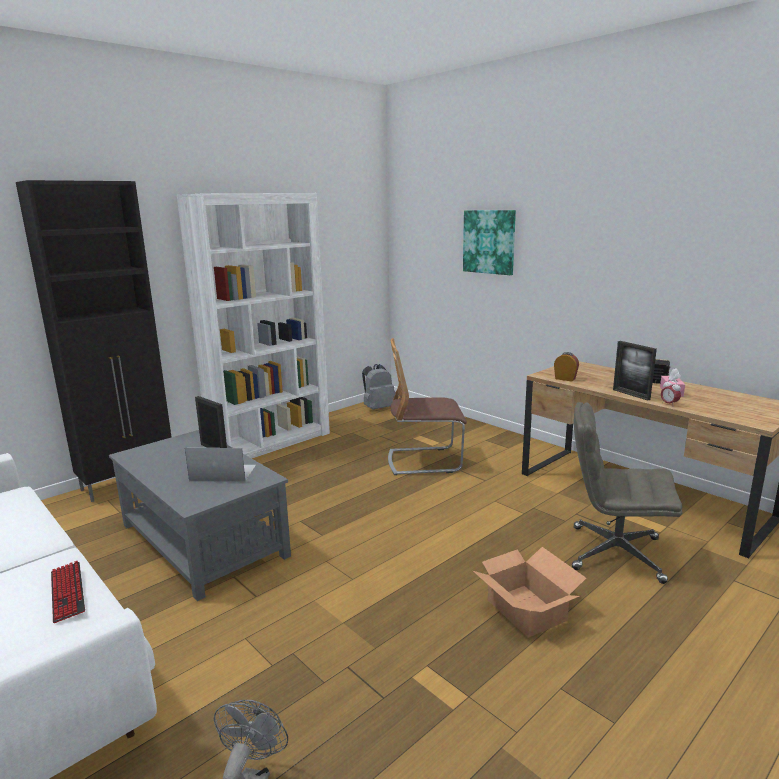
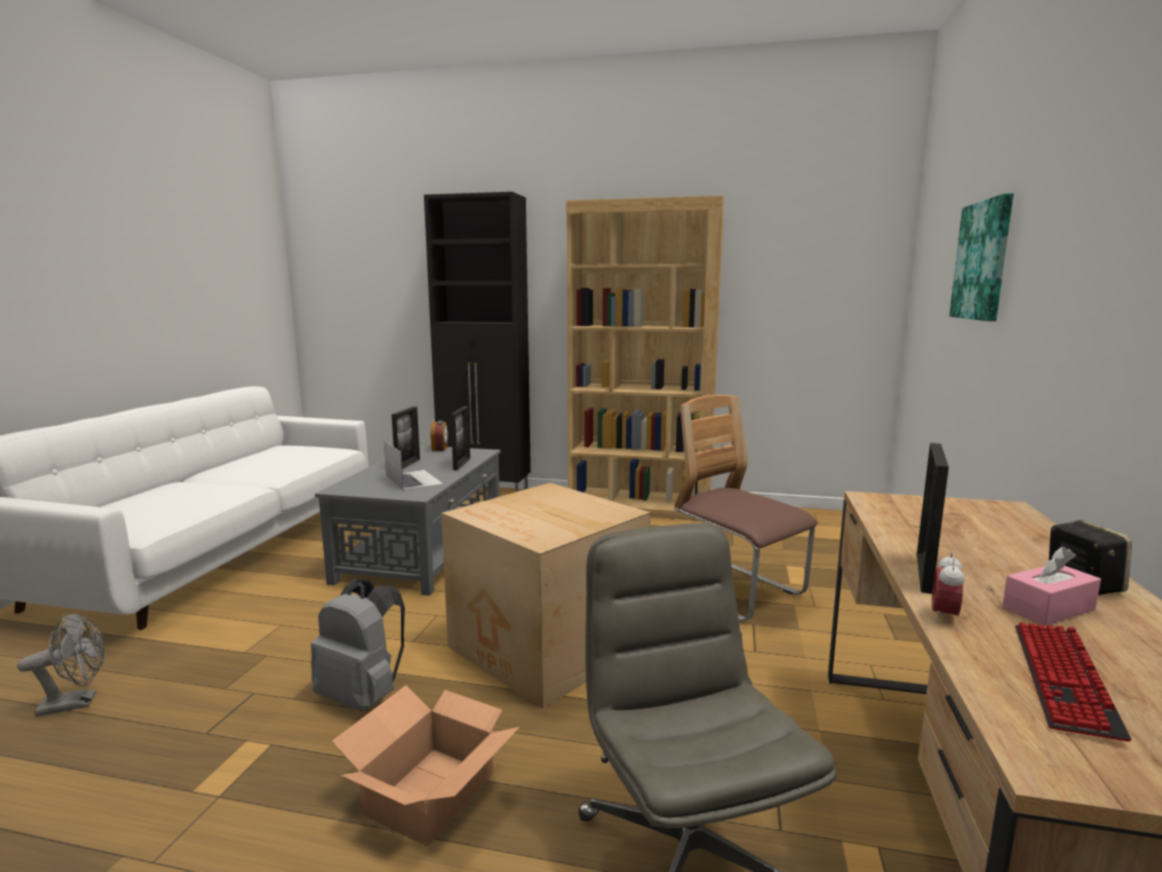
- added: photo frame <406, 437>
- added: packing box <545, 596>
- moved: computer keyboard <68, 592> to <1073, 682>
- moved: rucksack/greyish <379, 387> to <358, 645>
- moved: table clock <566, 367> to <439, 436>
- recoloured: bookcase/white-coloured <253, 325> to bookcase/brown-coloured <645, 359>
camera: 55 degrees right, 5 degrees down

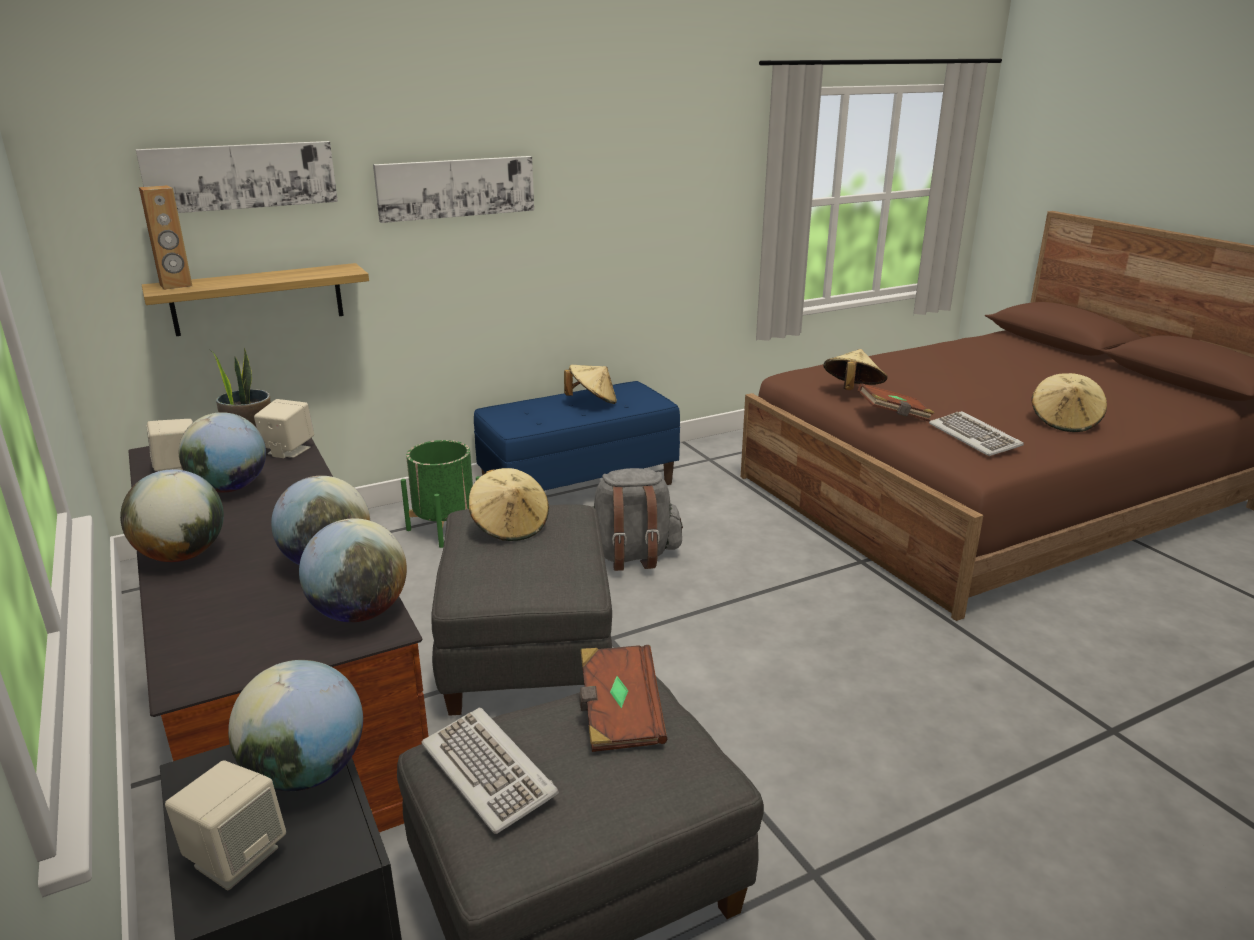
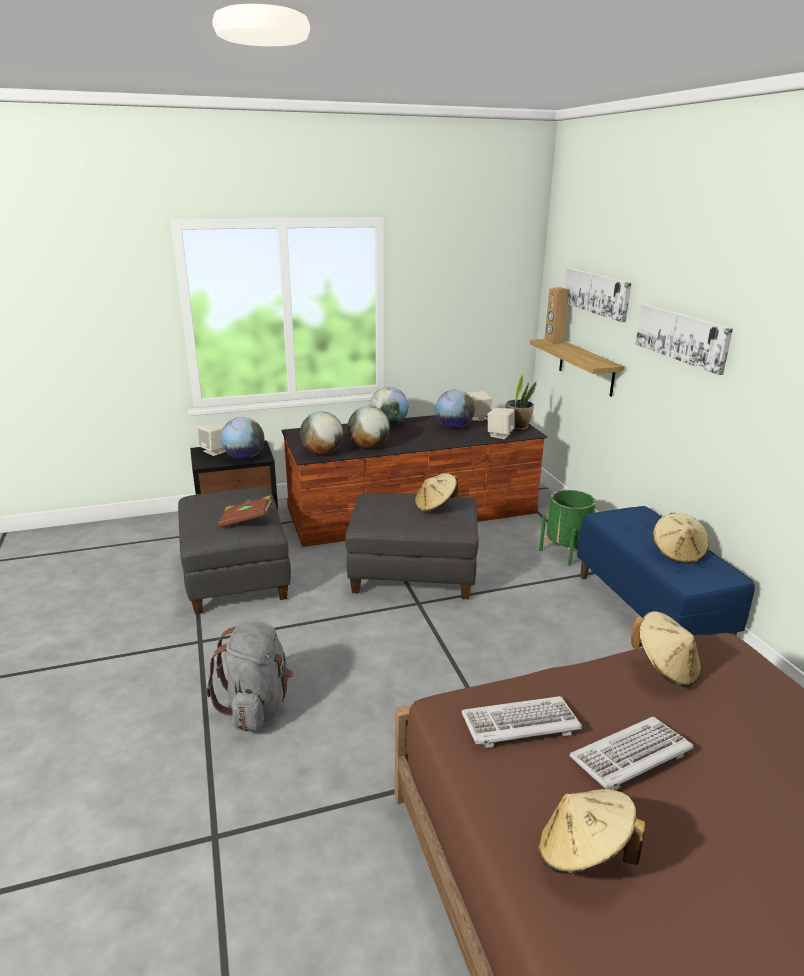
- removed: book/brown-coloured <896, 402>
- moved: computer keyboard <490, 771> to <631, 753>
- moved: rucksack/greyish <637, 519> to <249, 676>
camera: 100 degrees right, 0 degrees up

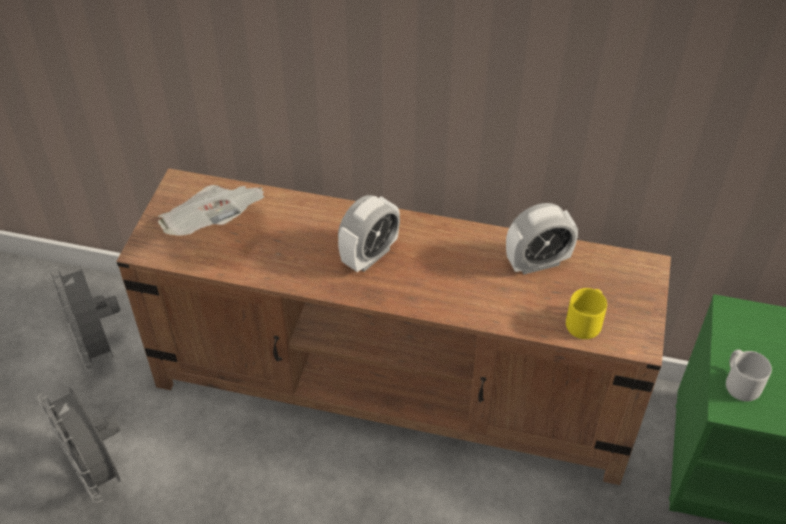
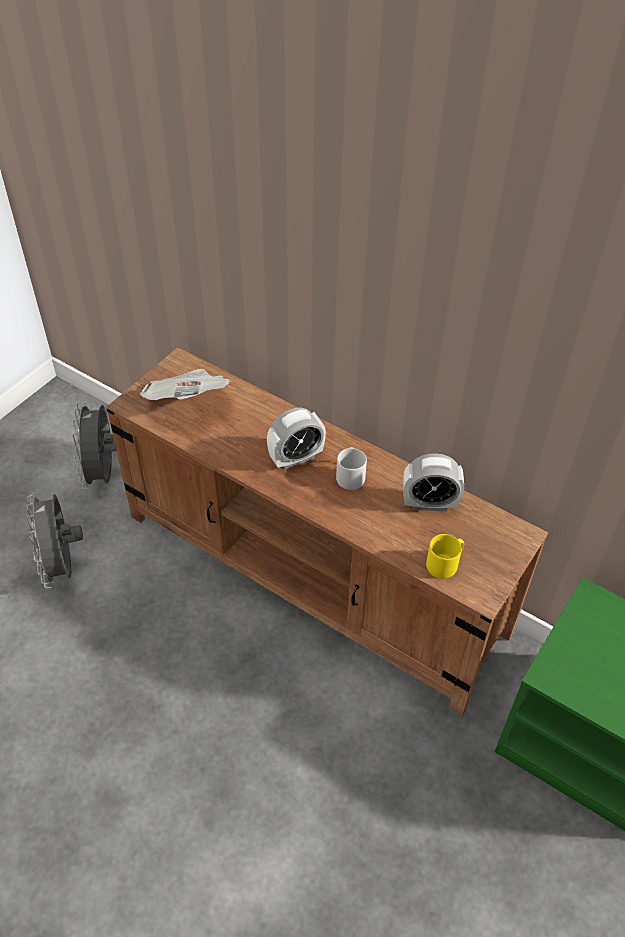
- moved: mug/greyish <749, 376> to <351, 468>
camera: 20 degrees right, 0 degrees up

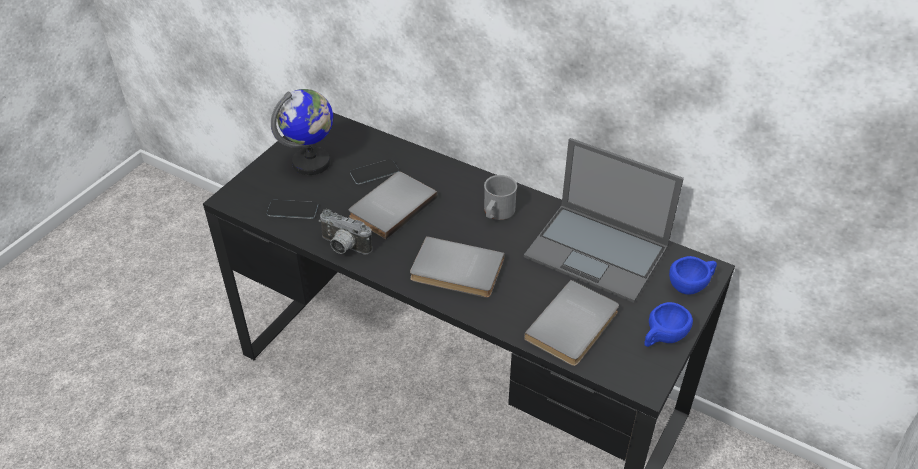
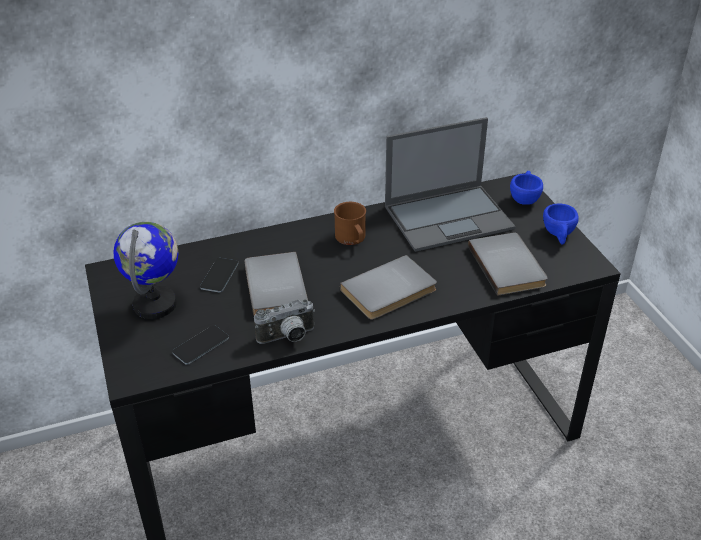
- recoloured: mug/greyish <500, 197> to mug/brown-coloured <350, 223>
camera: 50 degrees left, 5 degrees down

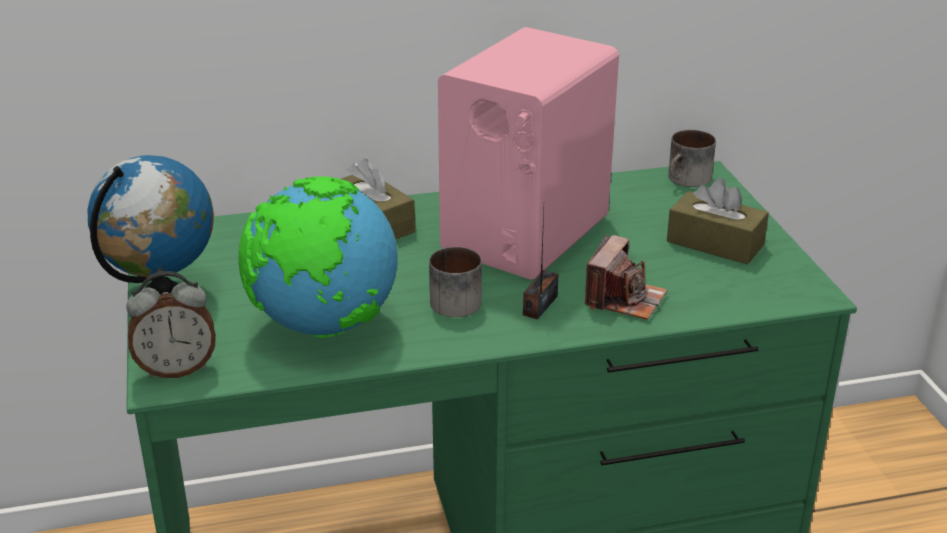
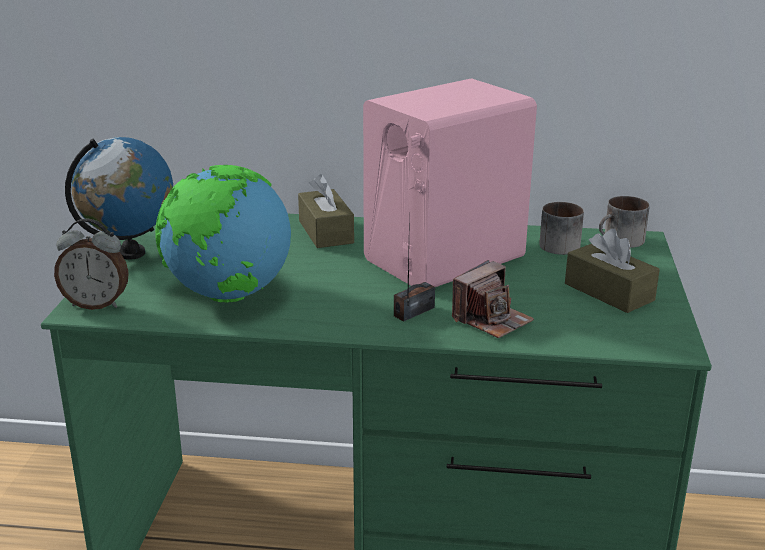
- moved: mug <455, 282> to <561, 228>
camera: 20 degrees right, 5 degrees down

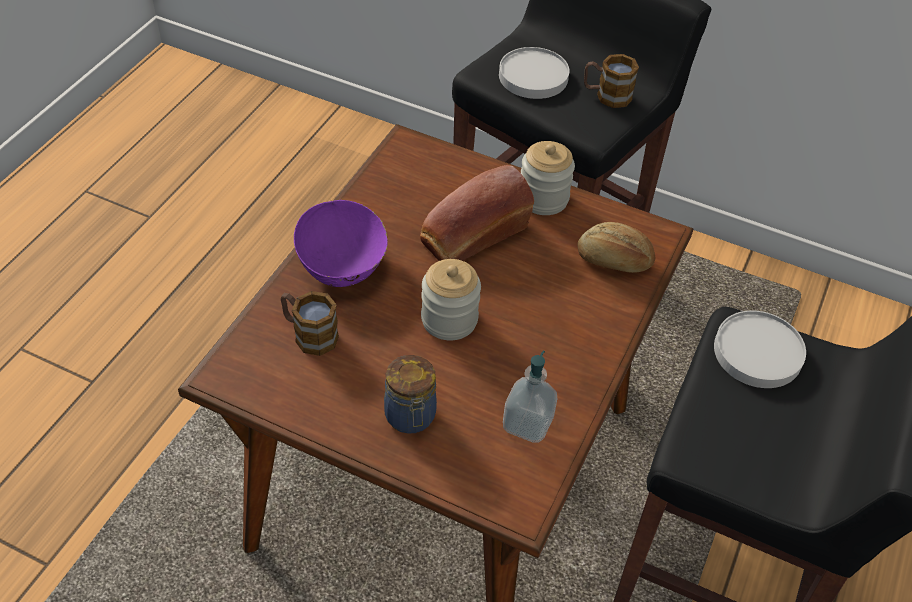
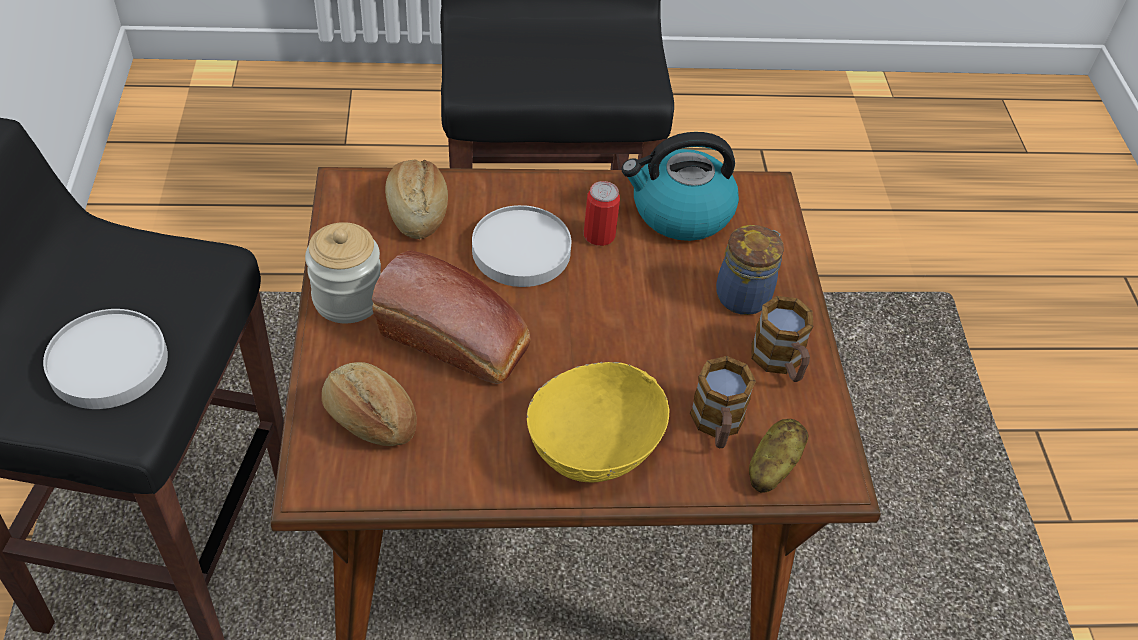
- removed: preserve jar <451, 299>
- added: bread <368, 404>
- added: sealed can <602, 213>
- added: potato <779, 456>
- moved: mug <611, 81> to <782, 339>
- moved: flat dish/white-coloured <760, 349> to <521, 246>
- replaced: liquid soap bottle <530, 396> to water kettle <680, 186>
- recoloured: bowl/purple-coloured <341, 243> to bowl/yellowish <598, 422>
camera: 120 degrees left, 0 degrees up

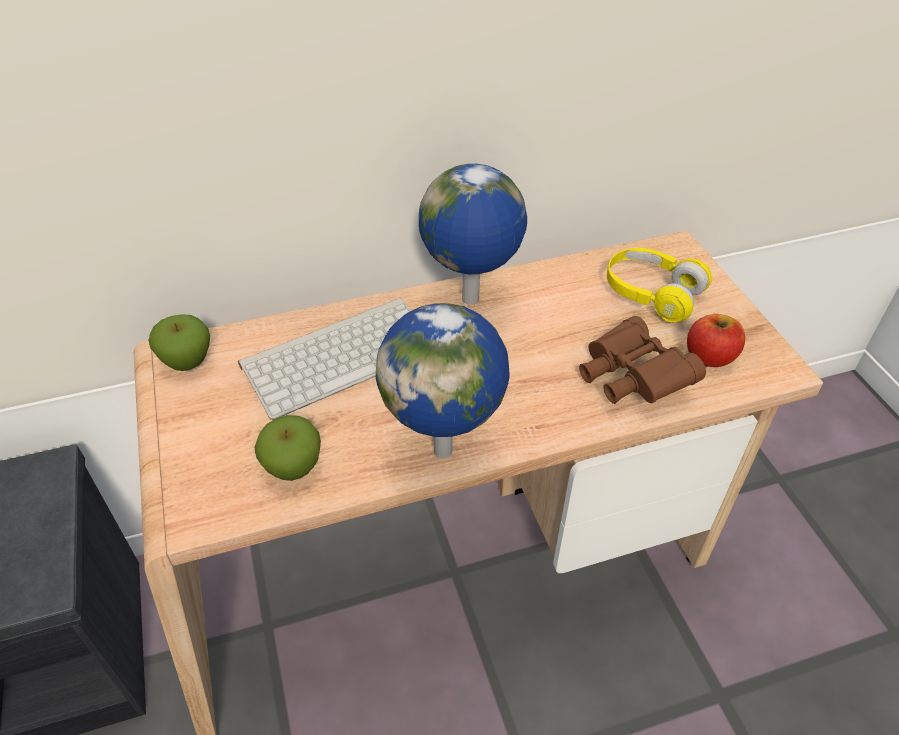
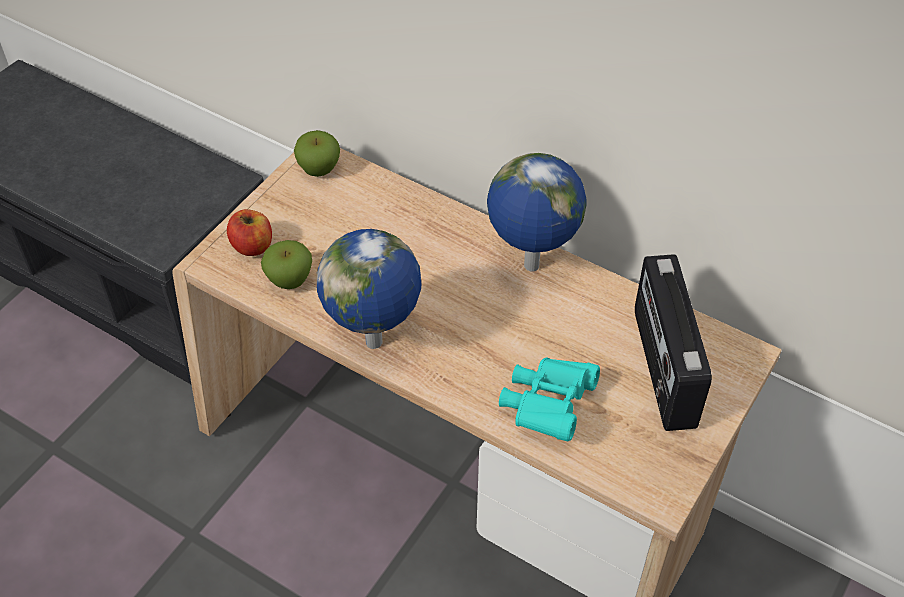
- removed: computer keyboard <324, 359>
- moved: whole apple <716, 340> to <249, 232>
- replaced: pair of headphones/yellowish <660, 285> to radio set <673, 342>
- recoloured: field glasses/brown-coloured <642, 360> to field glasses/blue-green <549, 399>
camera: 50 degrees right, 5 degrees up

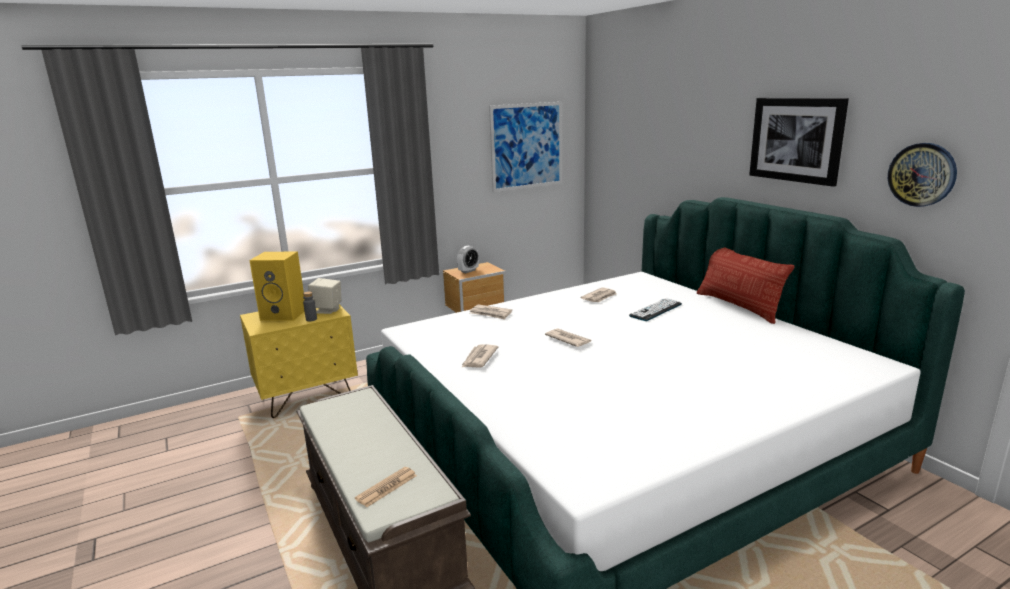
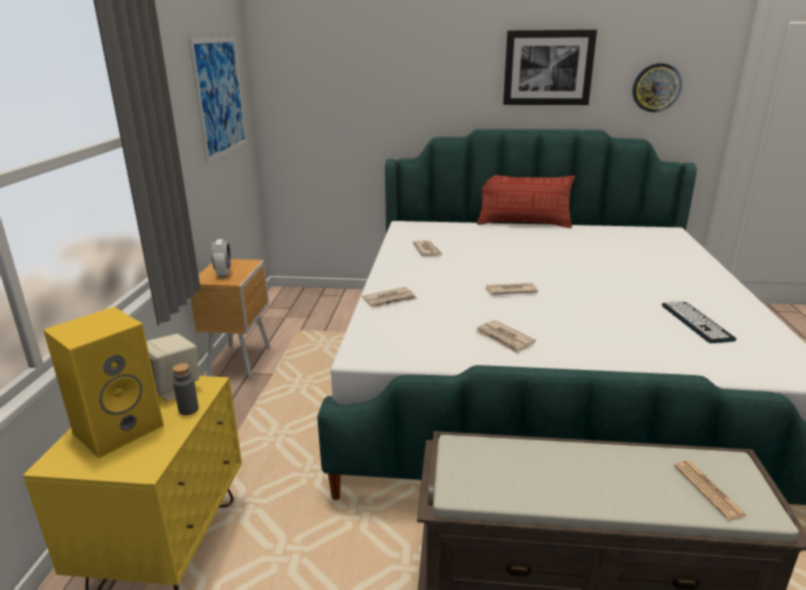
- moved: computer keyboard <655, 309> to <699, 322>
camera: 55 degrees left, 5 degrees up

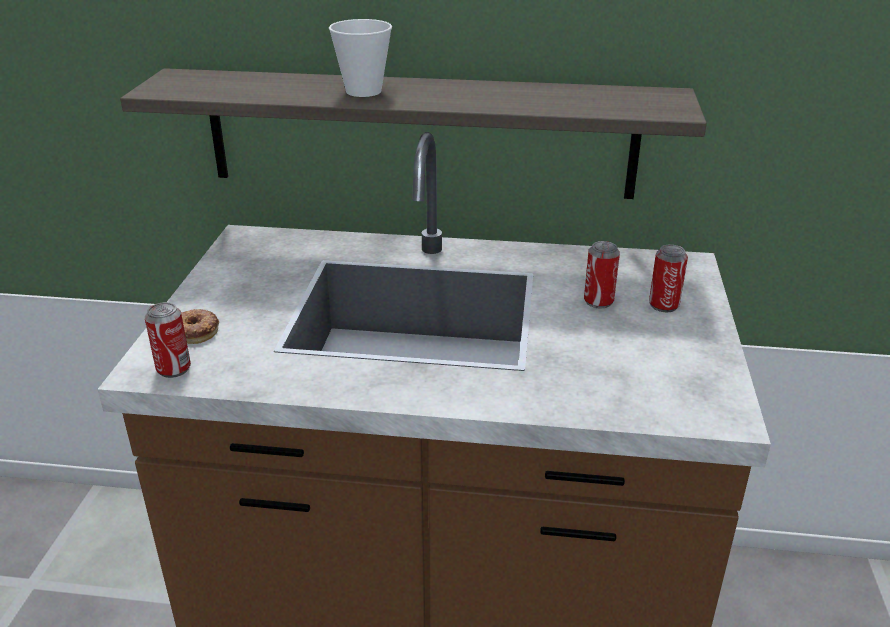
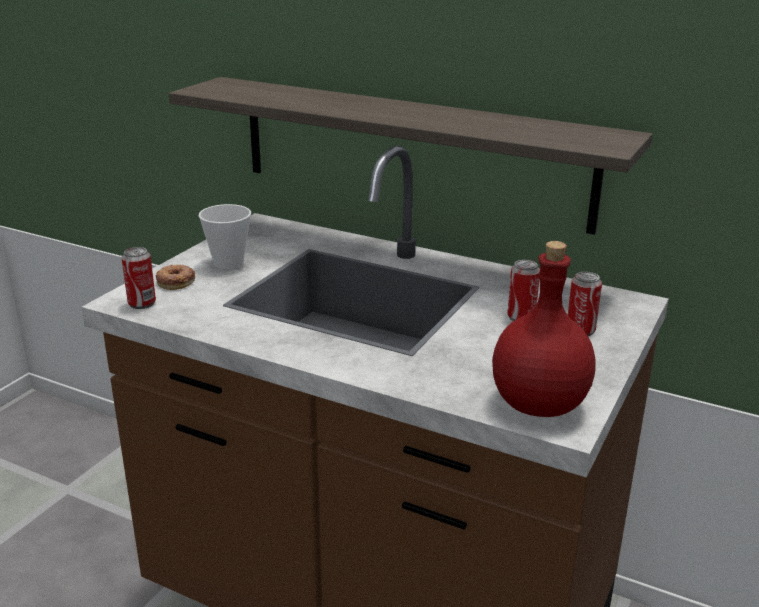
- added: bottle/reddish <544, 329>
- moved: drinking cup <360, 58> to <225, 236>
camera: 20 degrees right, 5 degrees down

